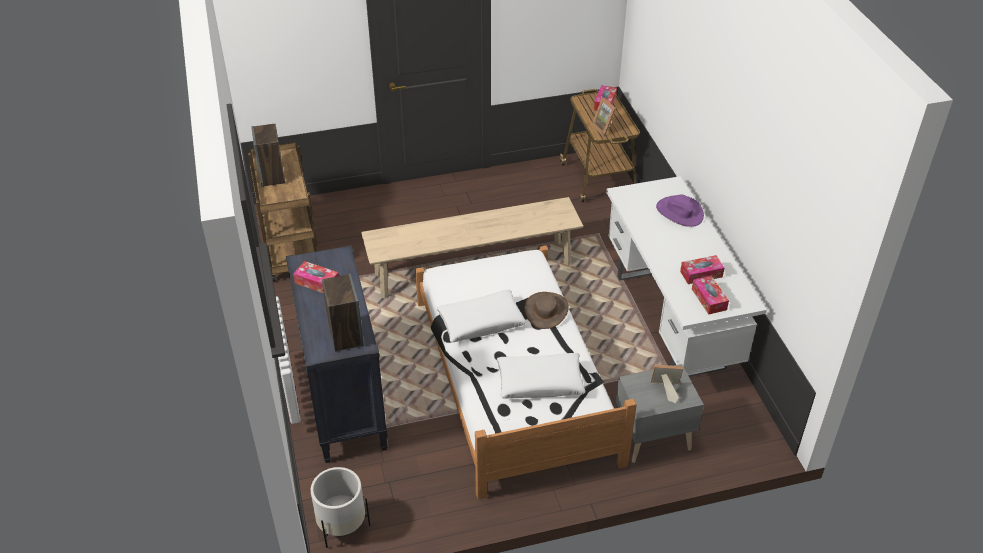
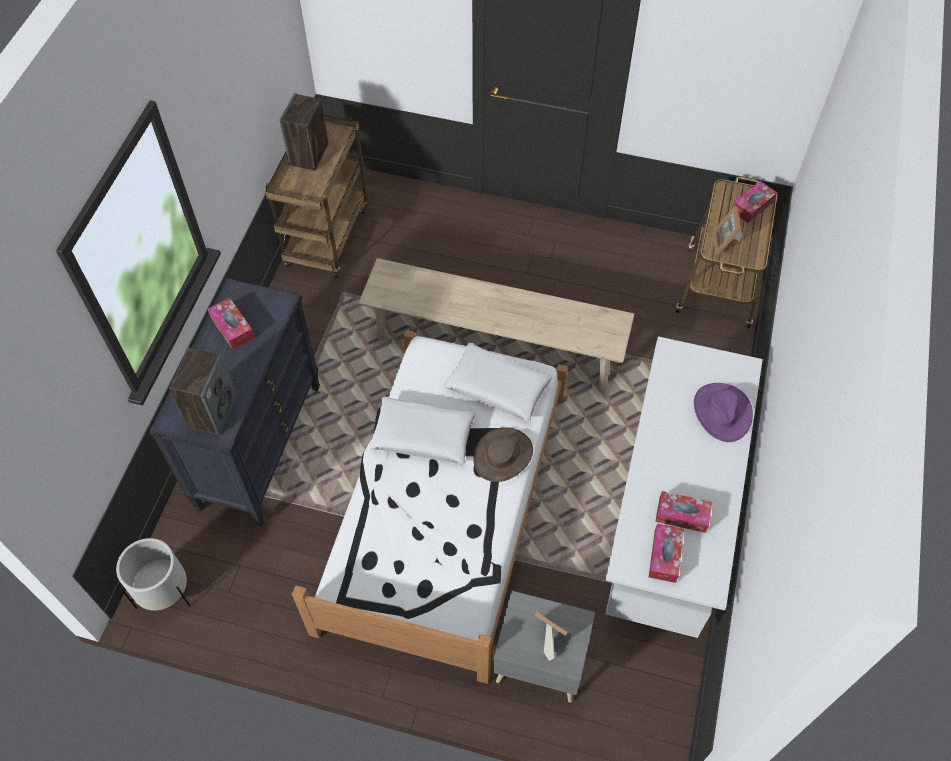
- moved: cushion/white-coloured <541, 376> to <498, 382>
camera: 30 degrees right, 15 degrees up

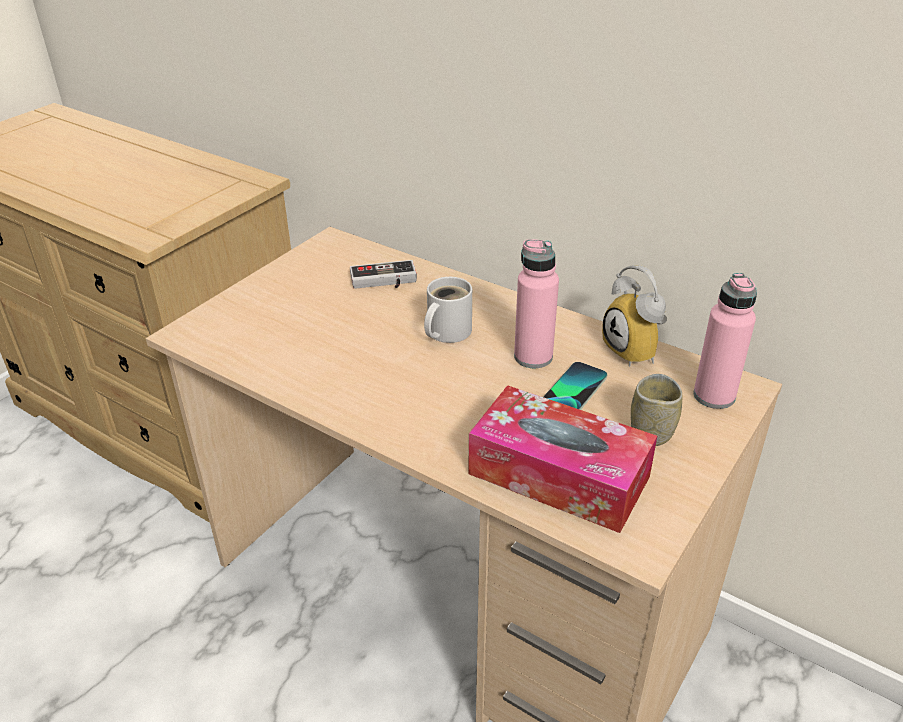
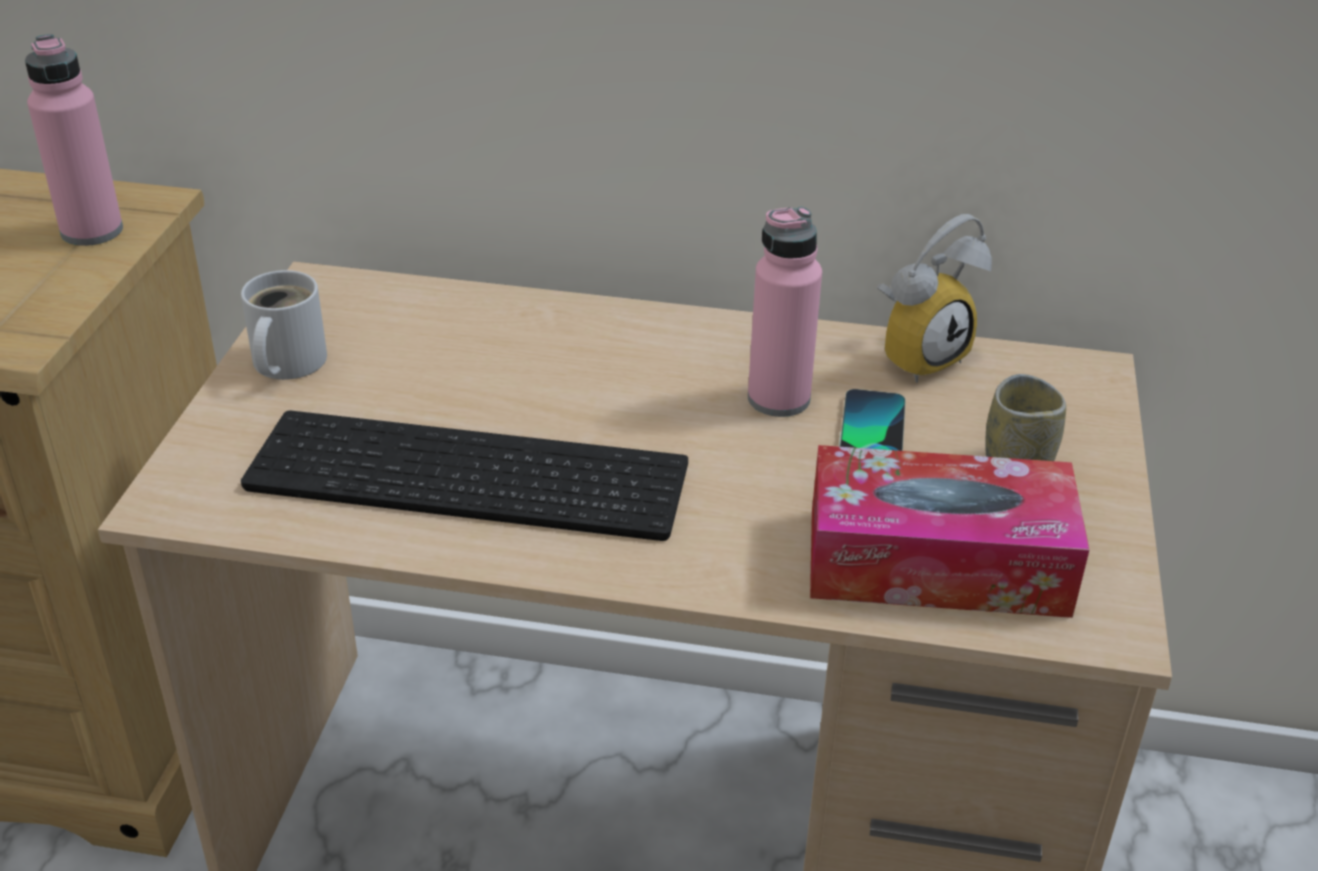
- removed: game controller <383, 274>
- added: computer keyboard <464, 476>
- moved: mug/white-coloured <448, 310> to <284, 325>
- moved: bottle/pink <725, 341> to <74, 140>
- turned: table clock <634, 316> = <934, 298> 75 degrees counterclockwise
camera: 25 degrees left, 0 degrees up

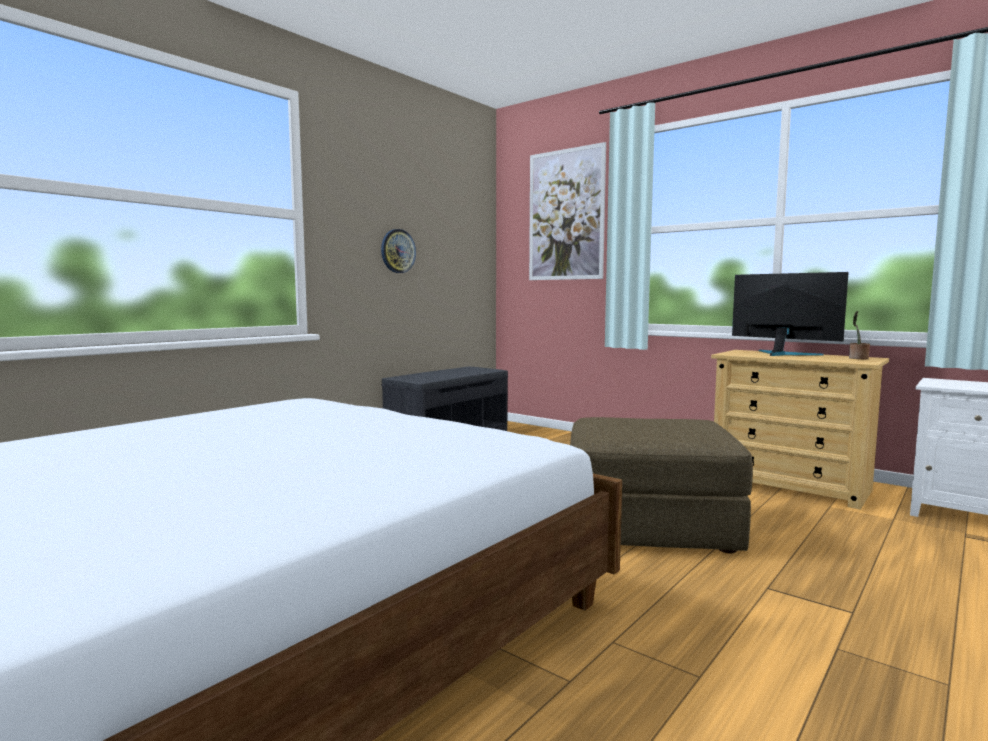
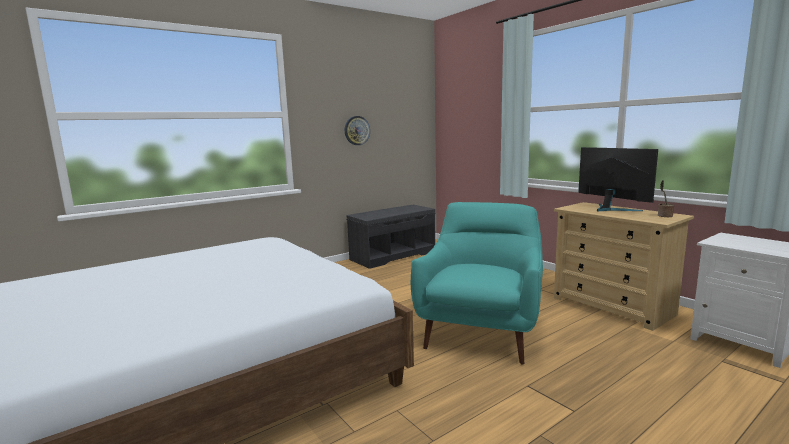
- removed: wall art <567, 211>
- replaced: ottoman/brown-coloured <661, 485> to lounge chair/blue-green <477, 283>
camera: 15 degrees right, 5 degrees up

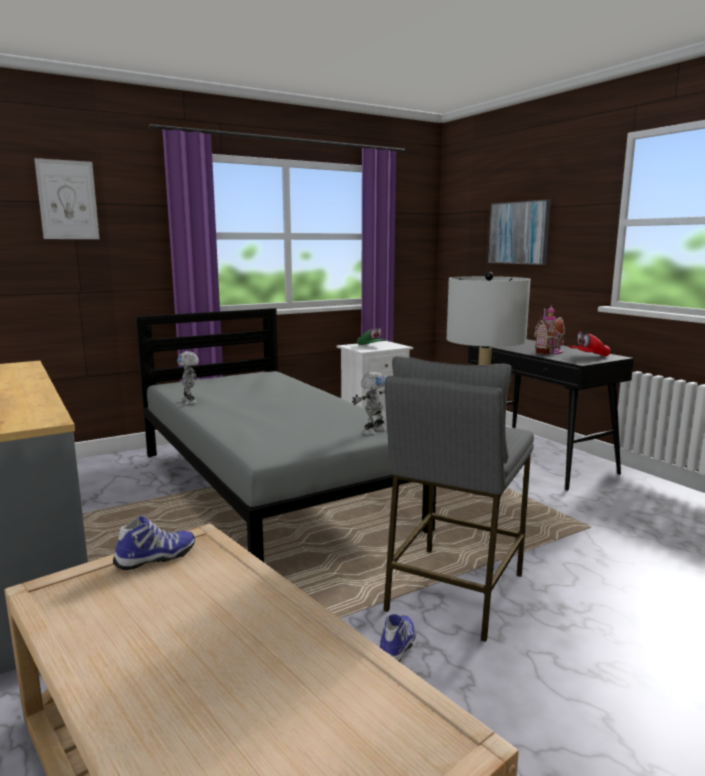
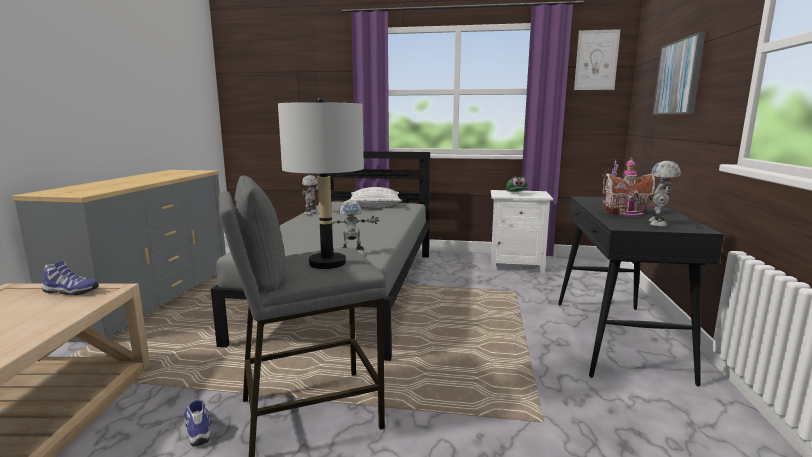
- added: cushion <375, 197>
- moved: wall art <66, 198> to <597, 59>
- replaced: peaked cap/reddish <589, 344> to toy robot <665, 194>
- turned: low shoe <398, 638> = <198, 423> 90 degrees counterclockwise
camera: 40 degrees right, 0 degrees up

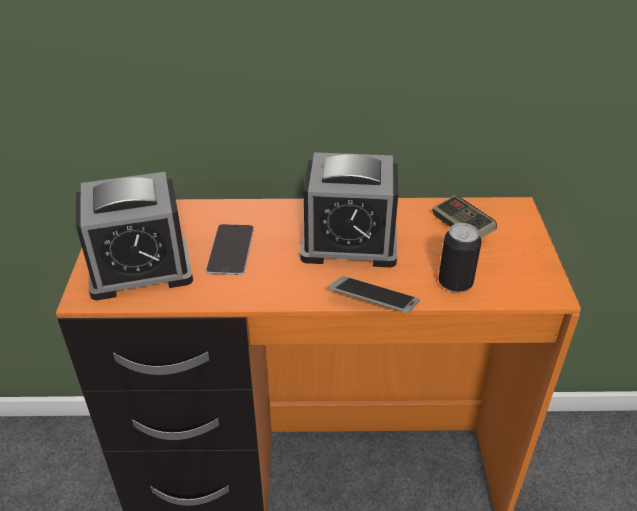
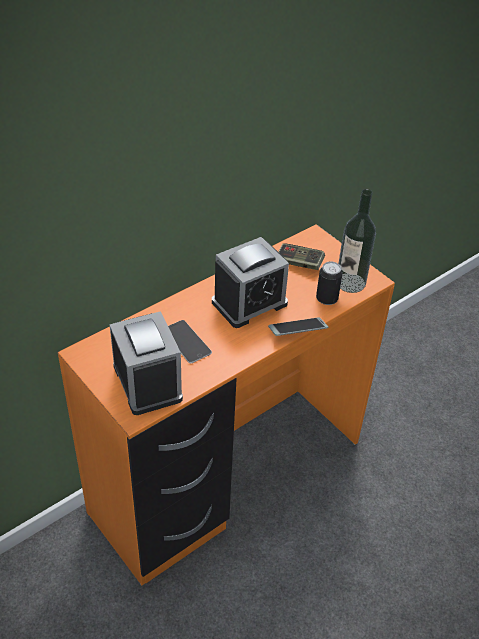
- added: bottle <357, 241>
- turned: table clock <134, 236> = <146, 363> 60 degrees counterclockwise
camera: 40 degrees left, 5 degrees up

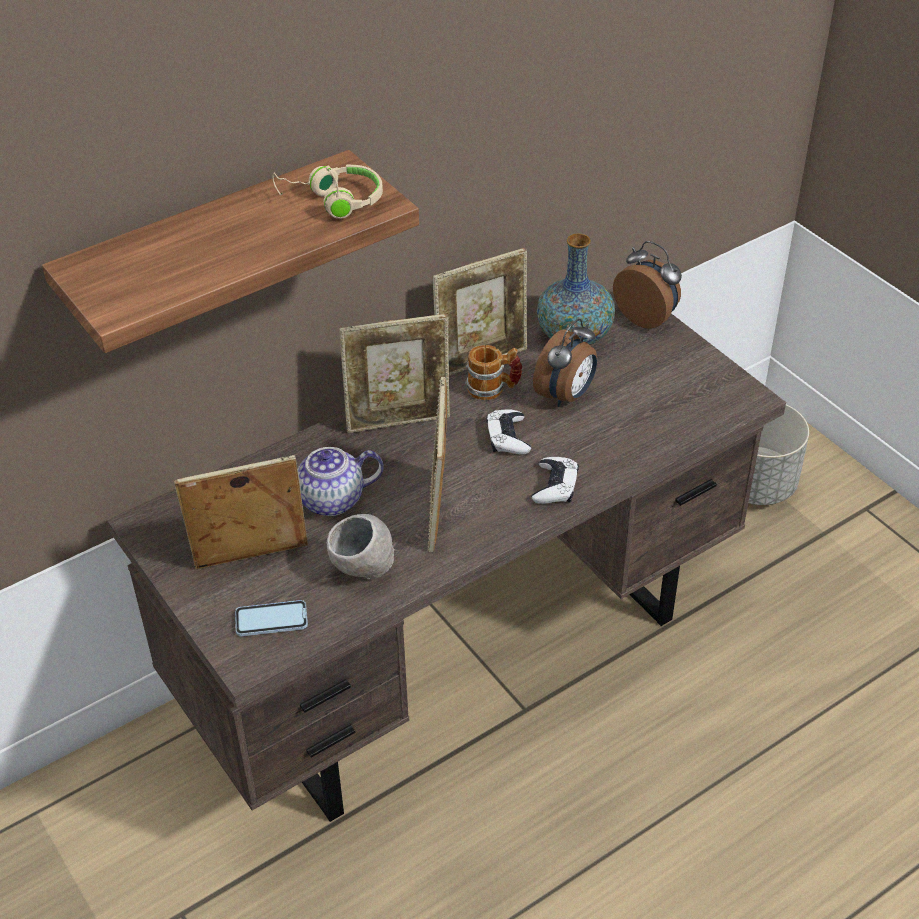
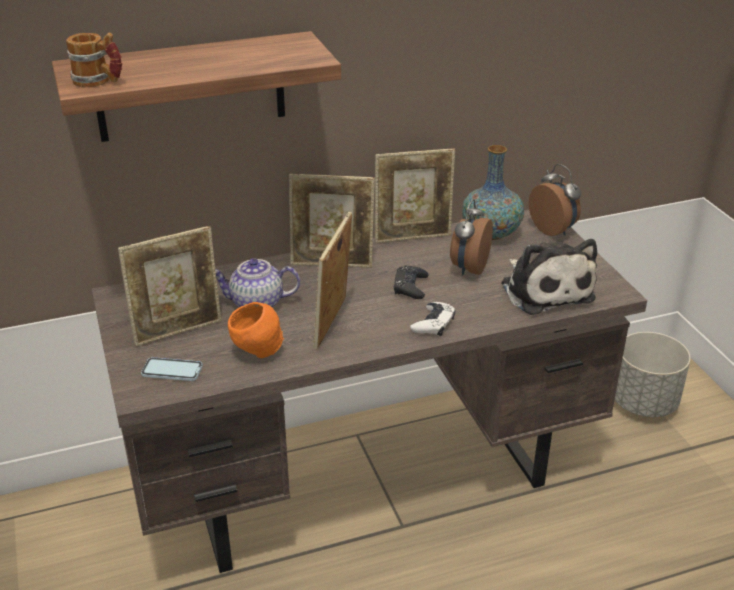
- removed: pair of headphones/beige-coloured <328, 192>
- added: plush toy <549, 277>
- moved: mug <493, 372> to <94, 59>
- recoloured: bowl/greyish <361, 546> to bowl/orangey <256, 330>
- recoloured: game controller/white-coloured <508, 431> to game controller/black <411, 282>
- turned: photo frame <241, 512> = <170, 286> 150 degrees clockwise
- turned: table clock <565, 363> = <471, 237> 150 degrees clockwise
camera: 15 degrees right, 10 degrees down

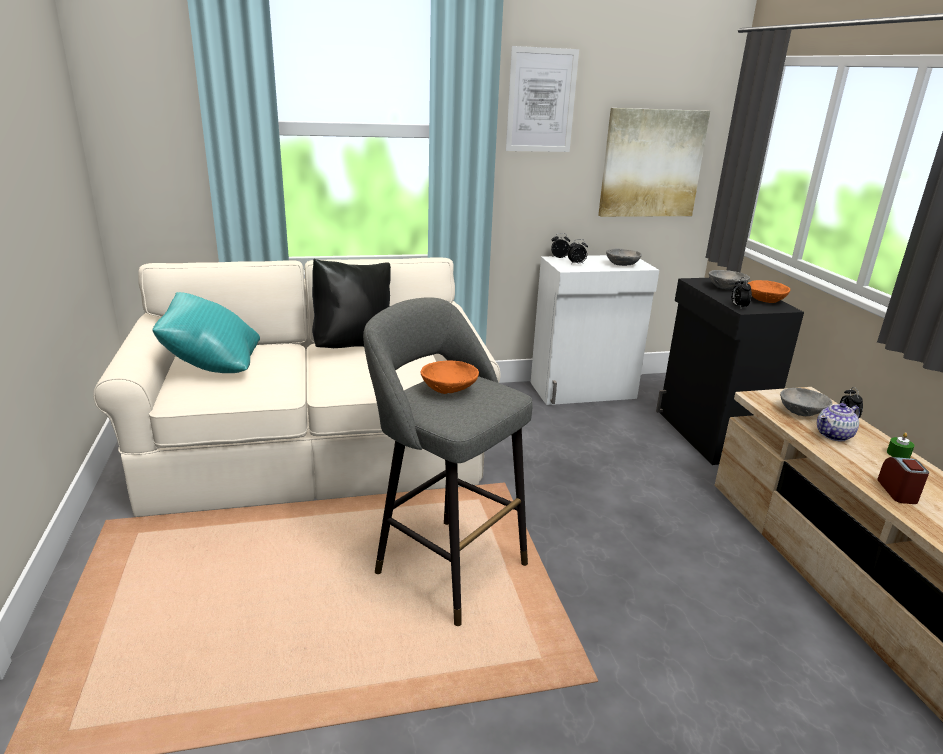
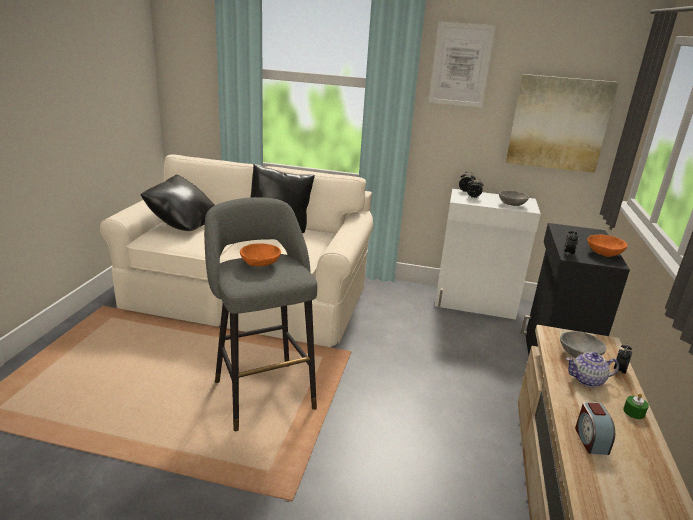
- removed: bowl/greyish <729, 279>
- recoloured: cushion/blue-green <206, 332> to cushion/black <178, 202>
- turned: table clock <903, 480> = <595, 428> 150 degrees clockwise
camera: 25 degrees right, 0 degrees up

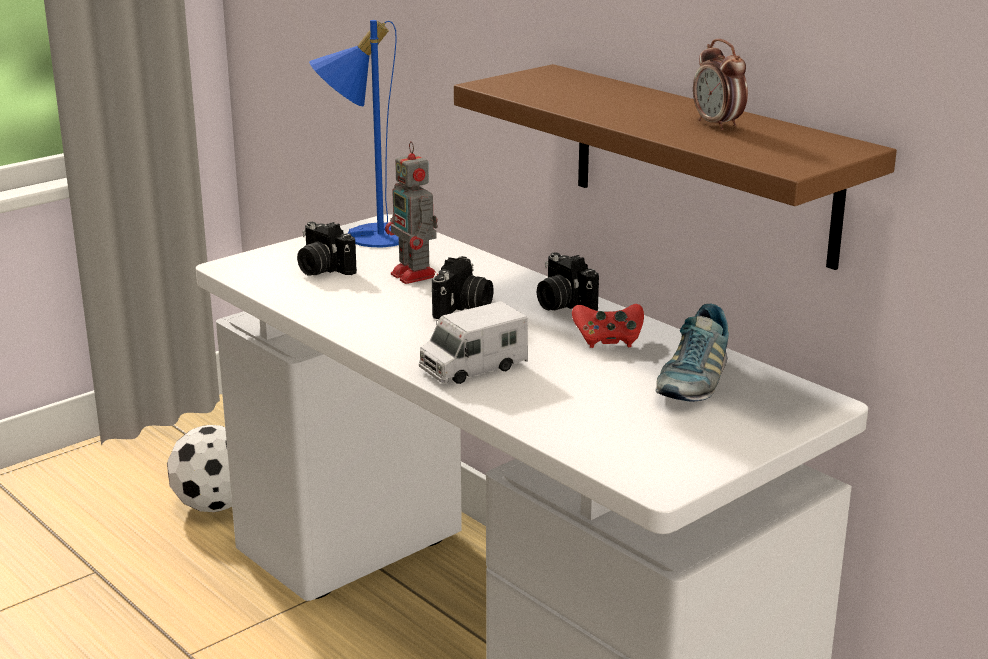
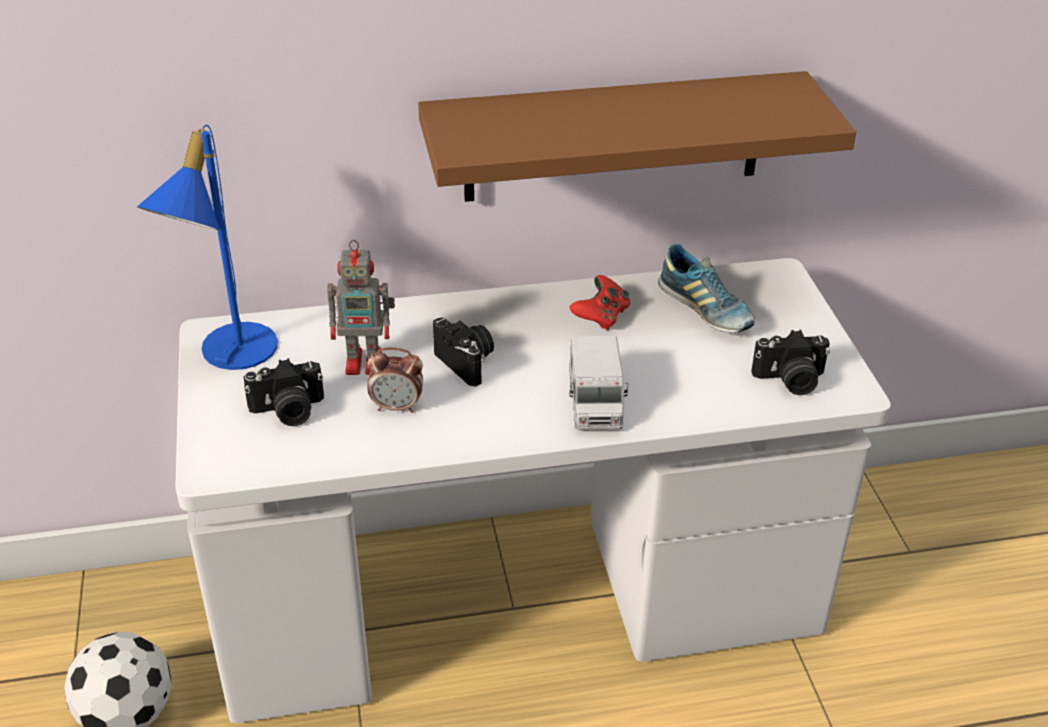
- moved: photo camera <568, 281> to <790, 362>
- moved: table clock <720, 85> to <395, 380>
camera: 60 degrees left, 15 degrees up

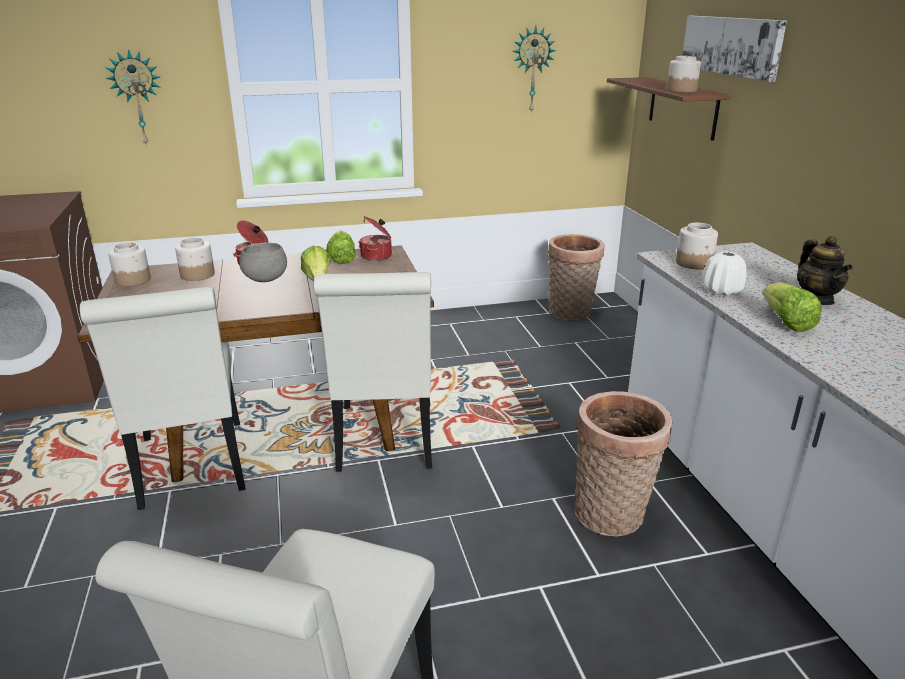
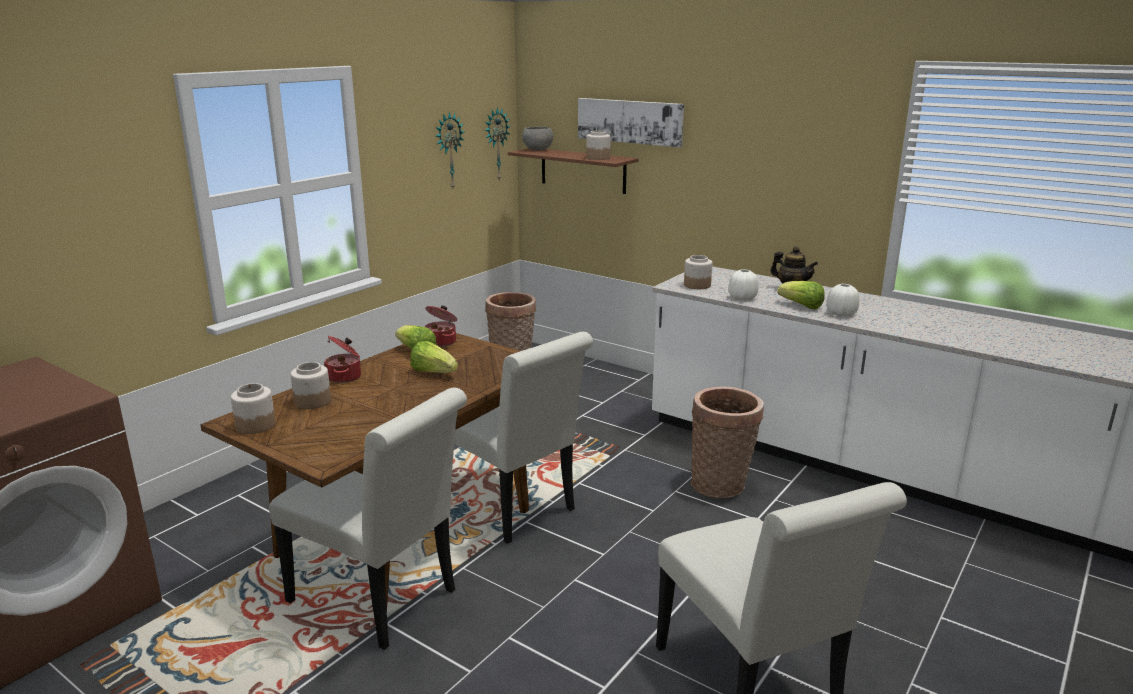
- added: flower vase/white-coloured <842, 300>
- moved: hanging clock <132, 98> to <498, 144>
- moved: bowl/greyish <263, 262> to <537, 138>
camera: 40 degrees left, 5 degrees down

